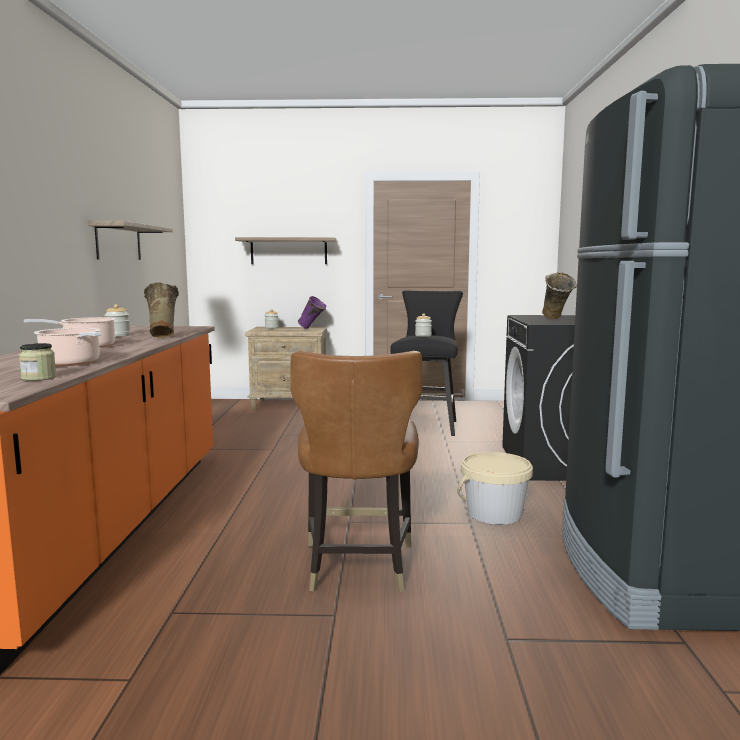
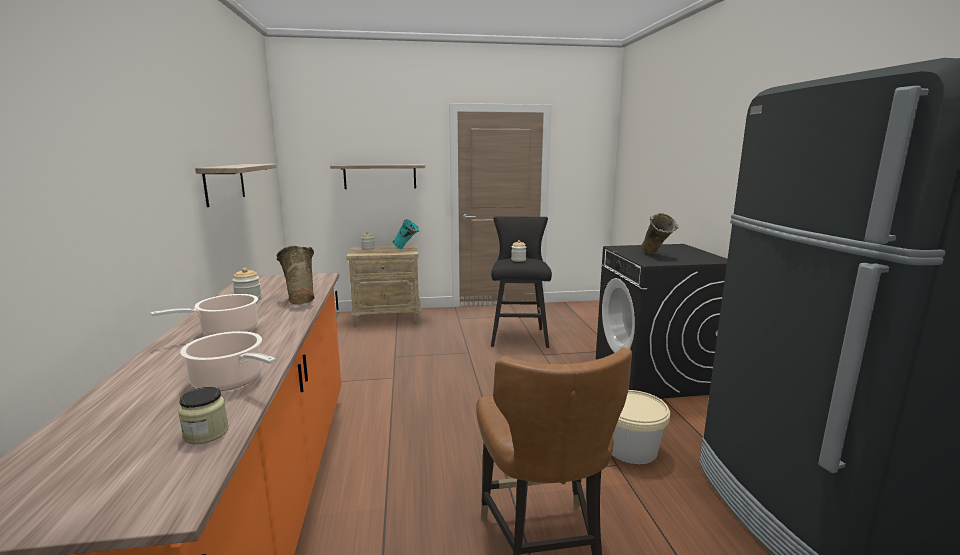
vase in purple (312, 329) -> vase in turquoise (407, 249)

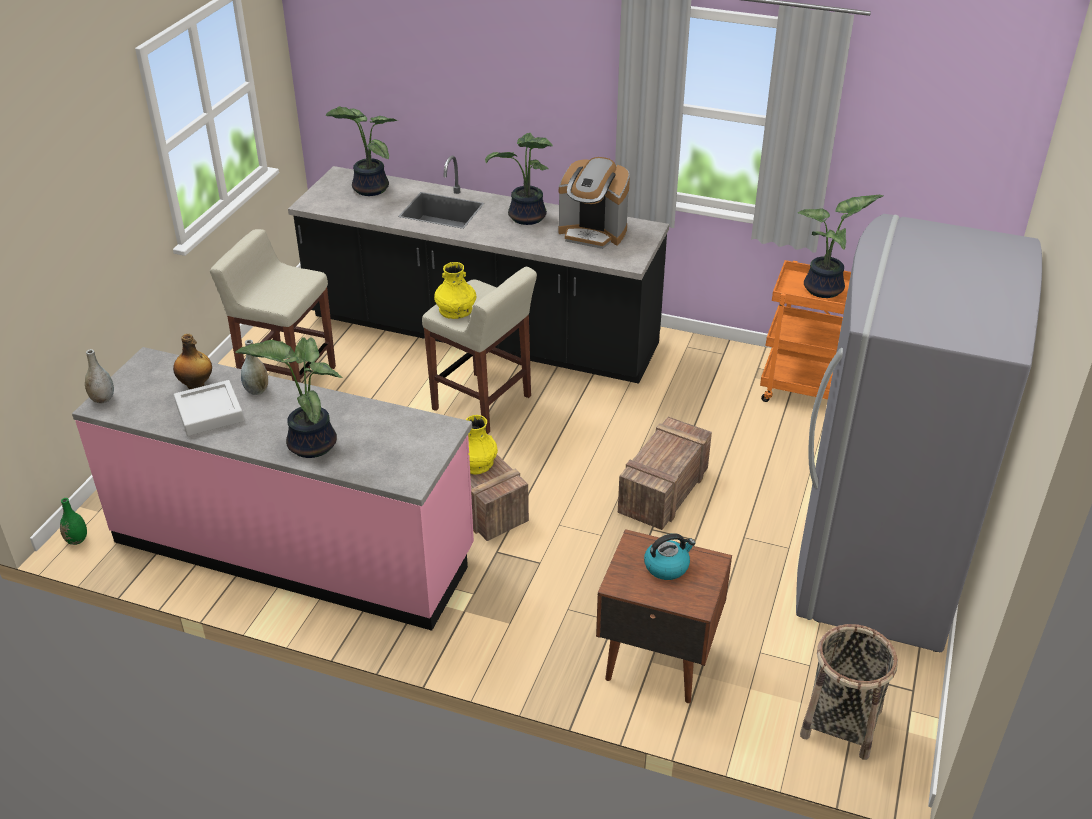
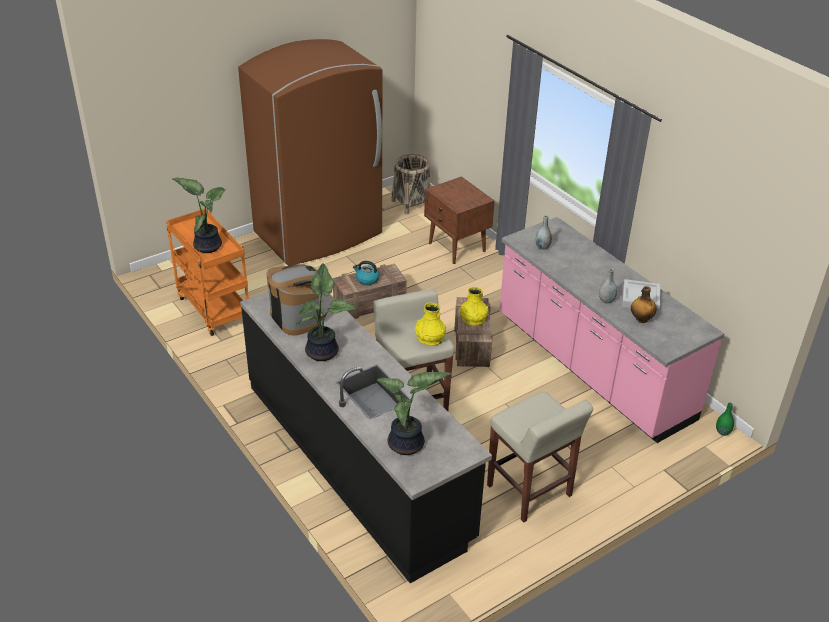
fridge in grey (877, 565) -> fridge in brown (319, 234)
kettle (667, 566) -> kettle (367, 279), shifted
vase in grey (103, 399) -> vase in grey (542, 247), shifted
potted plant (309, 443) -> none

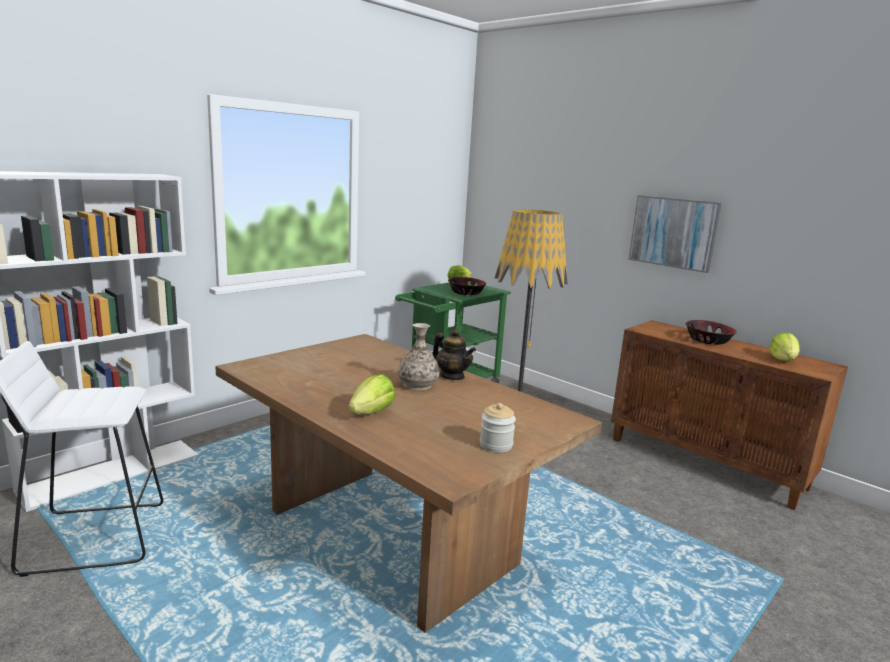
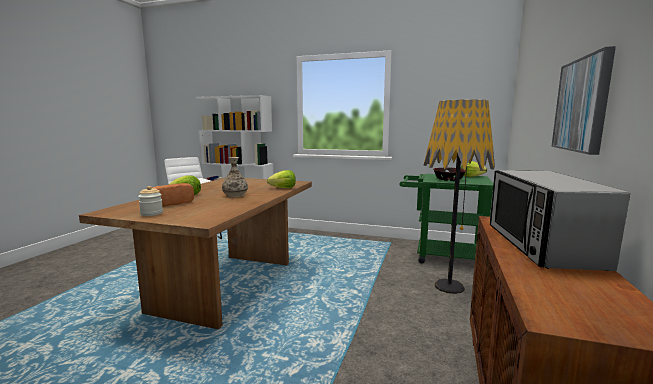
none -> bread (172, 203)
lettuce (783, 360) -> lettuce (283, 188), shifted
bowl (708, 341) -> microwave (540, 246)
teapot (452, 376) -> none

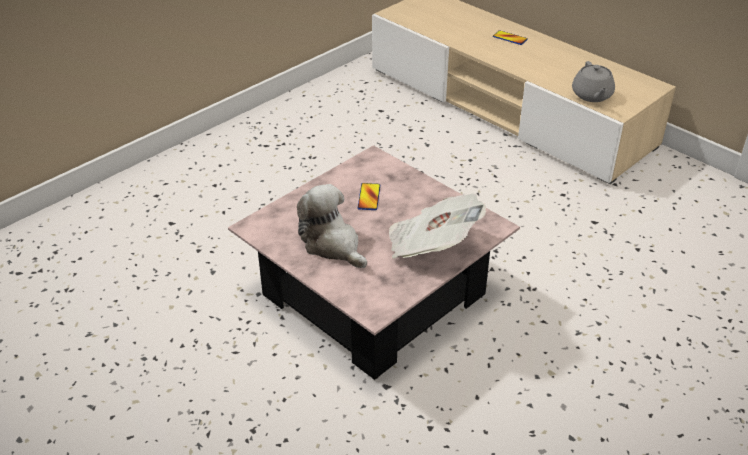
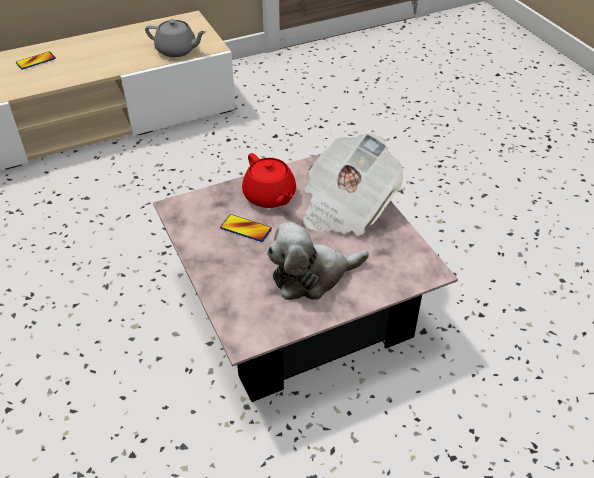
none -> teapot in red (270, 196)

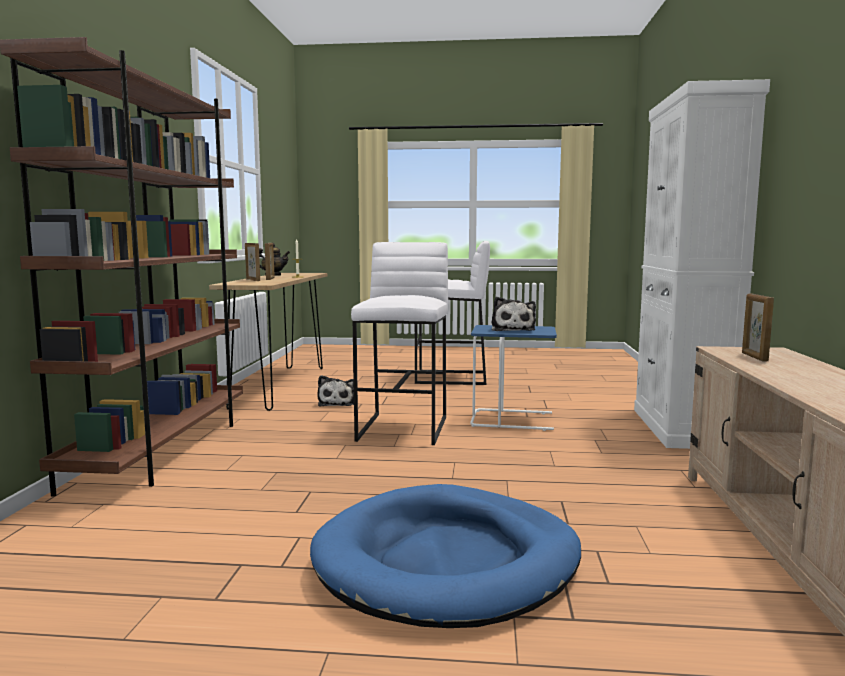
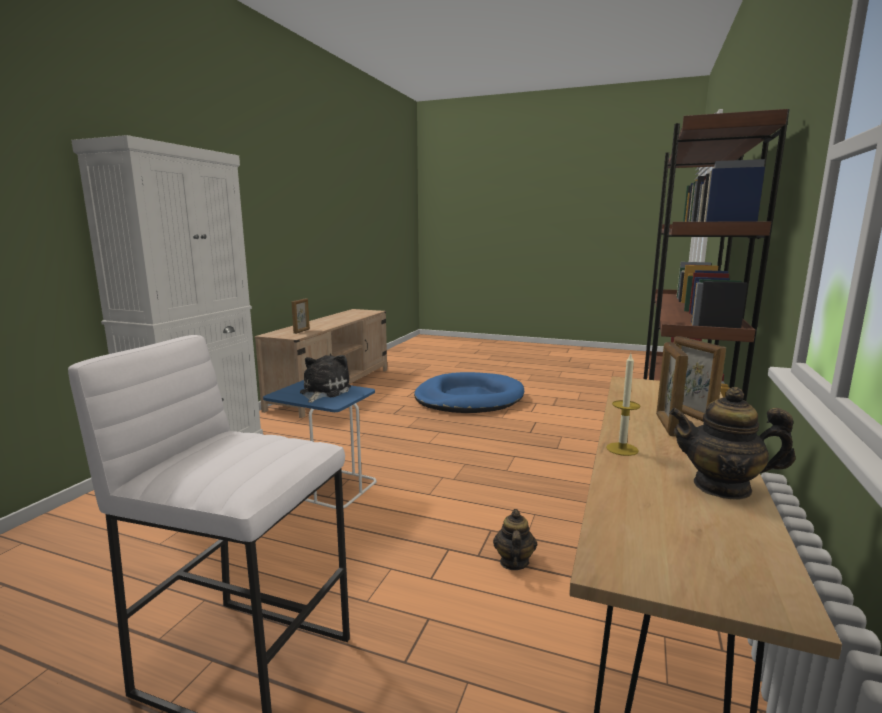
plush toy (337, 403) -> teapot (513, 562)
stool in white (404, 429) -> none

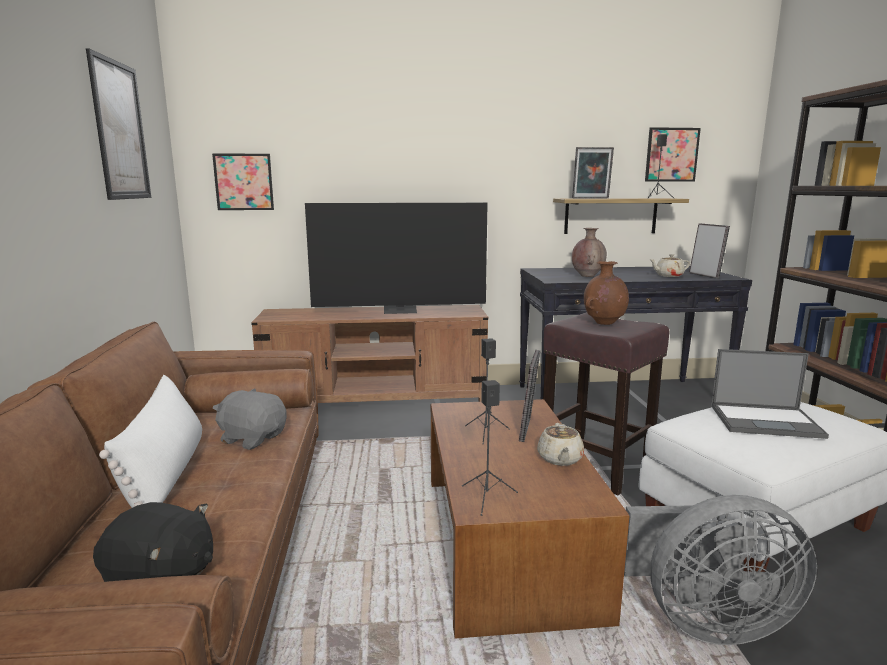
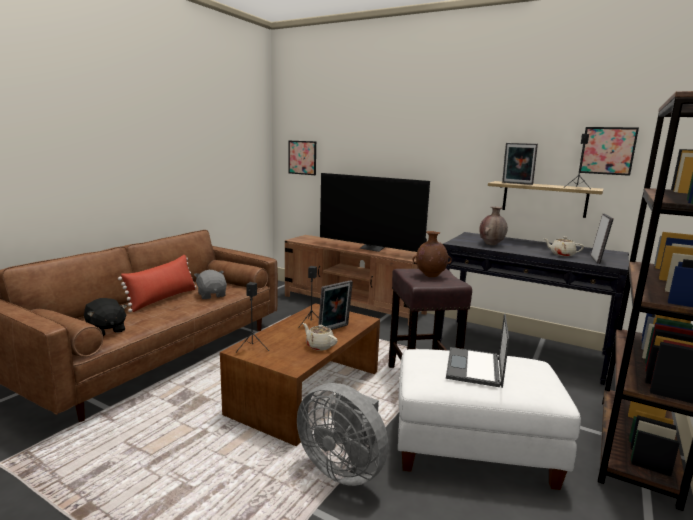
pillow in white (166, 474) -> pillow in red (163, 299)
teapot in beige (560, 459) -> teapot in beige (319, 346), 90 degrees clockwise
laptop (766, 421) -> laptop (474, 368), 60 degrees clockwise
picture (120, 131) -> none

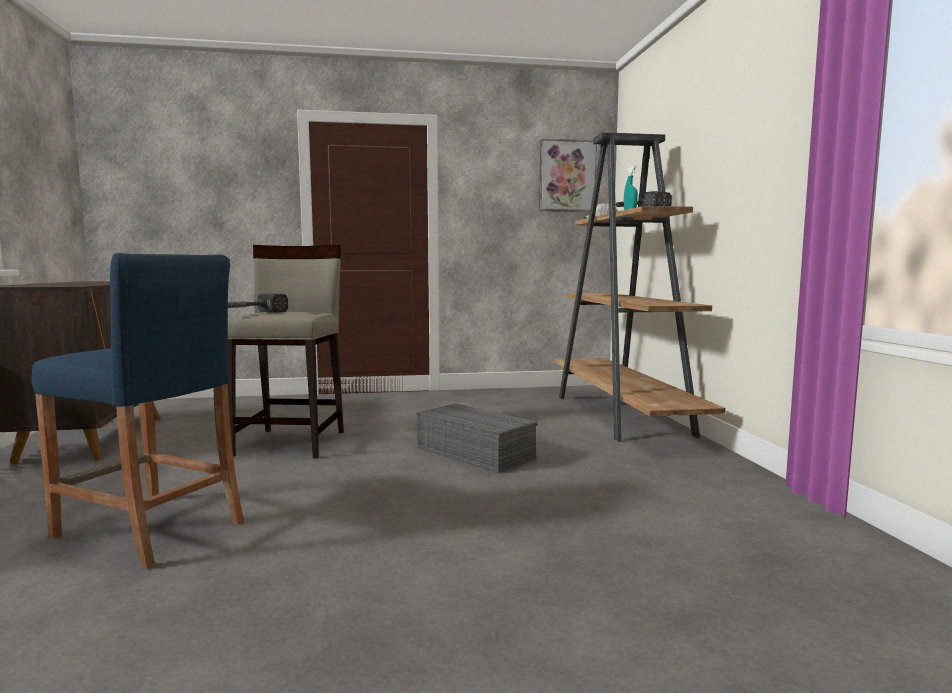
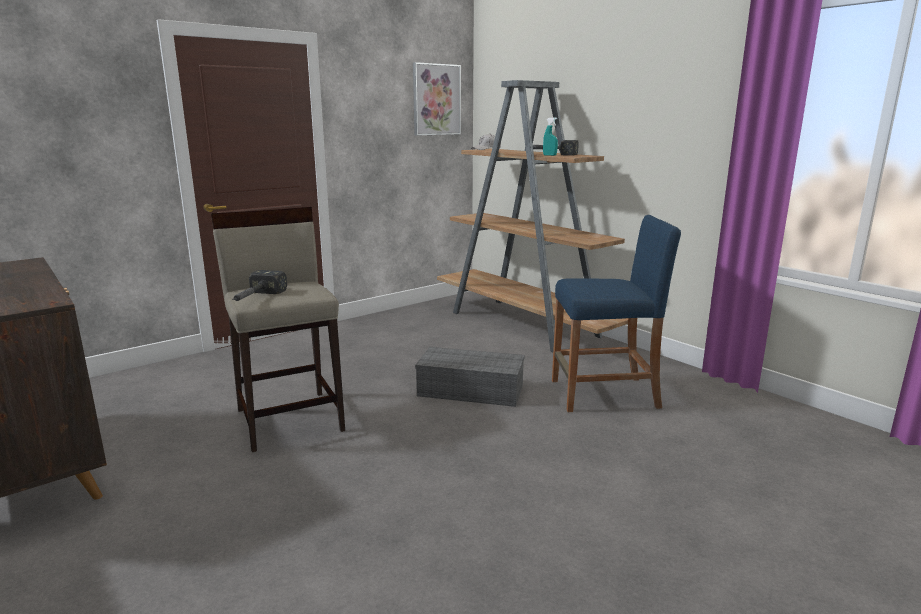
stool in blue (149, 529) -> stool in blue (604, 394), shifted

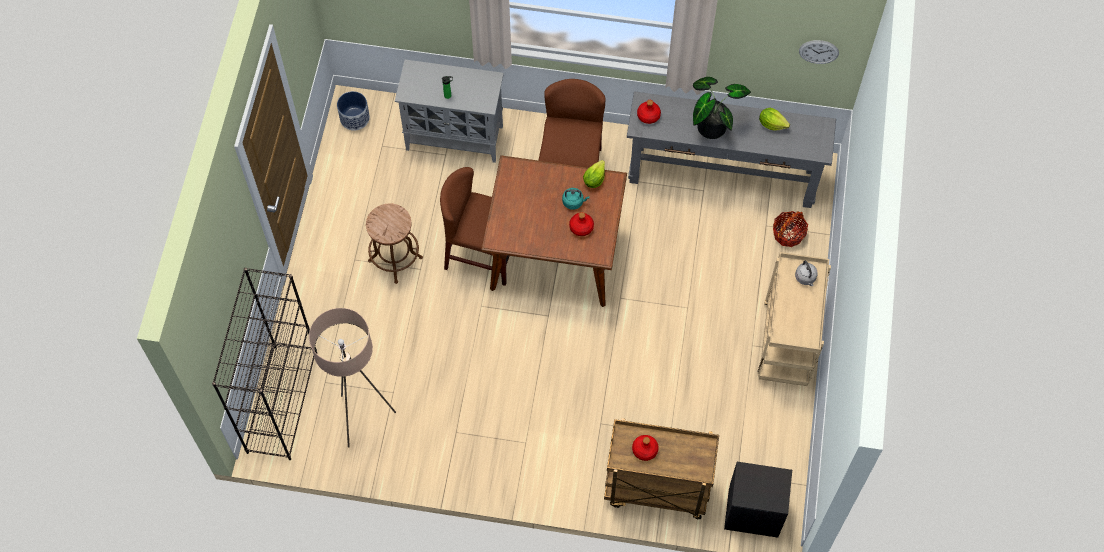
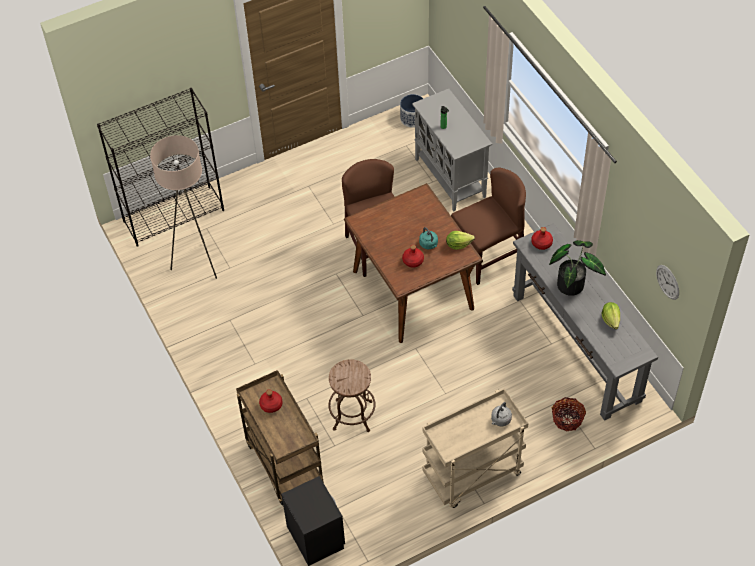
stool in brown (395, 259) -> stool in brown (352, 415), shifted

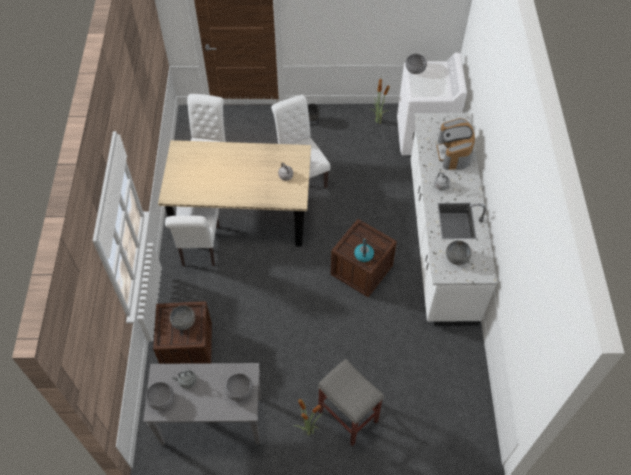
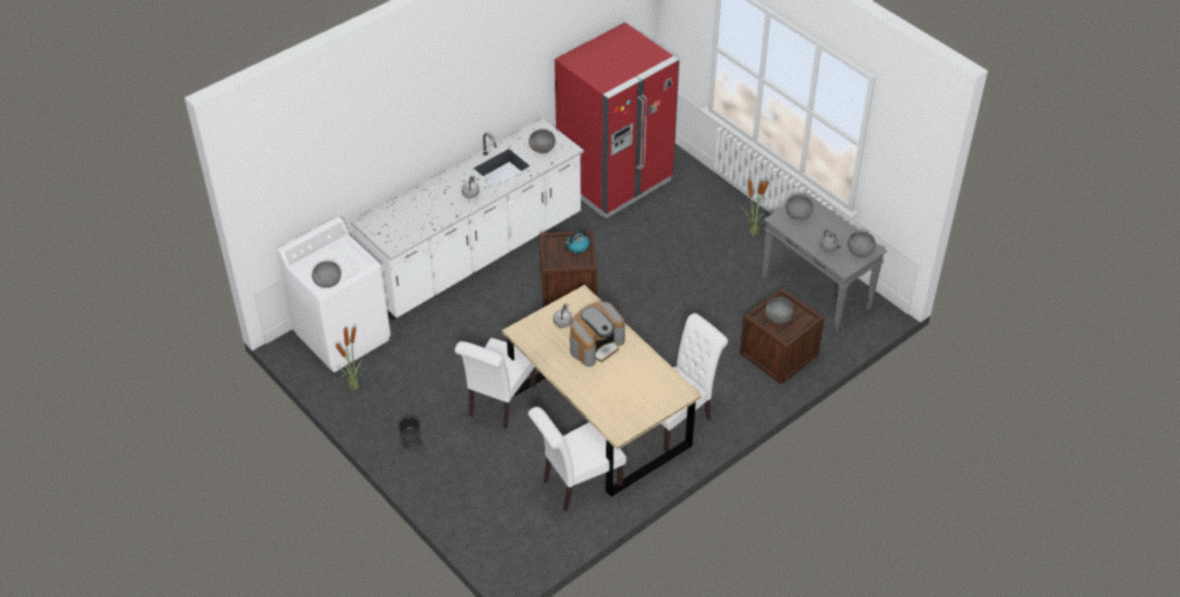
none -> fridge in red (615, 181)
coffee machine (453, 153) -> coffee machine (596, 345), shifted
stool in grey (347, 416) -> none

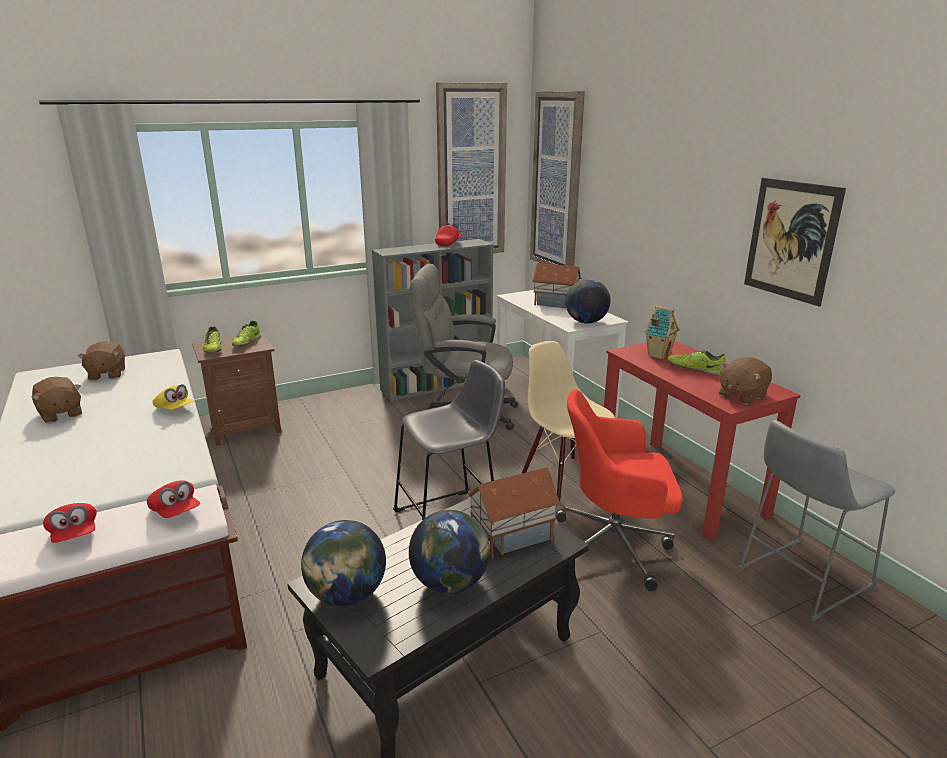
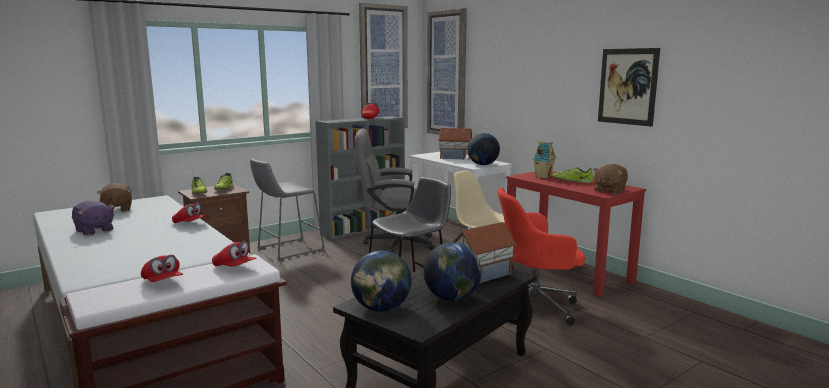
plush toy in brown (60, 414) -> plush toy in purple (94, 231)
cap in yellow (175, 409) -> cap in red (190, 223)
stool in grey (799, 579) -> stool in grey (287, 250), shifted

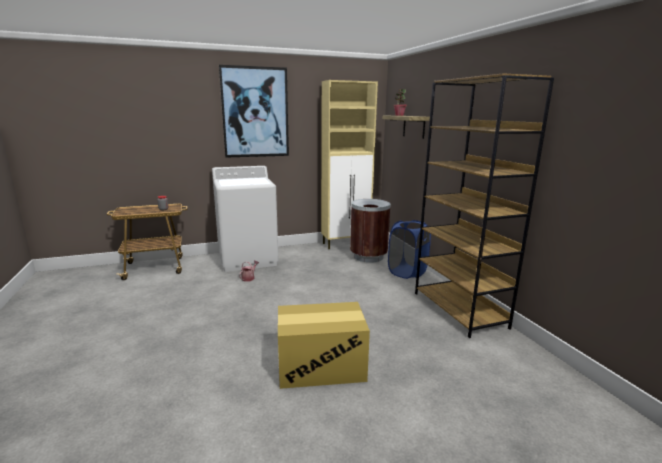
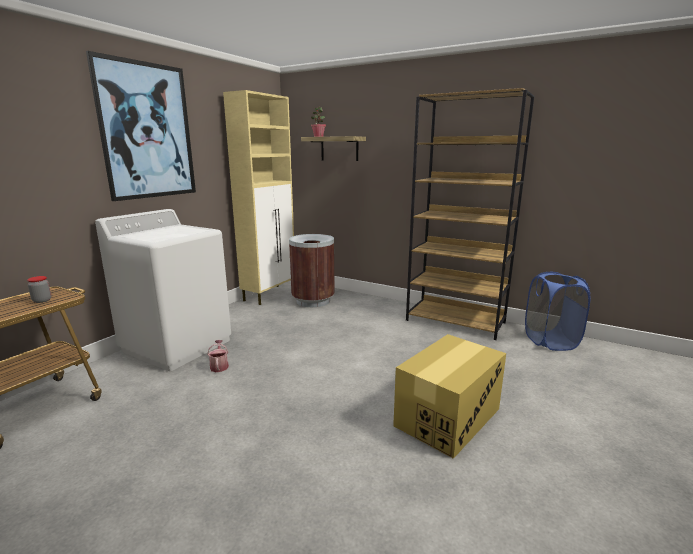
laundry basket in blue (407, 272) -> laundry basket in blue (550, 341), shifted

